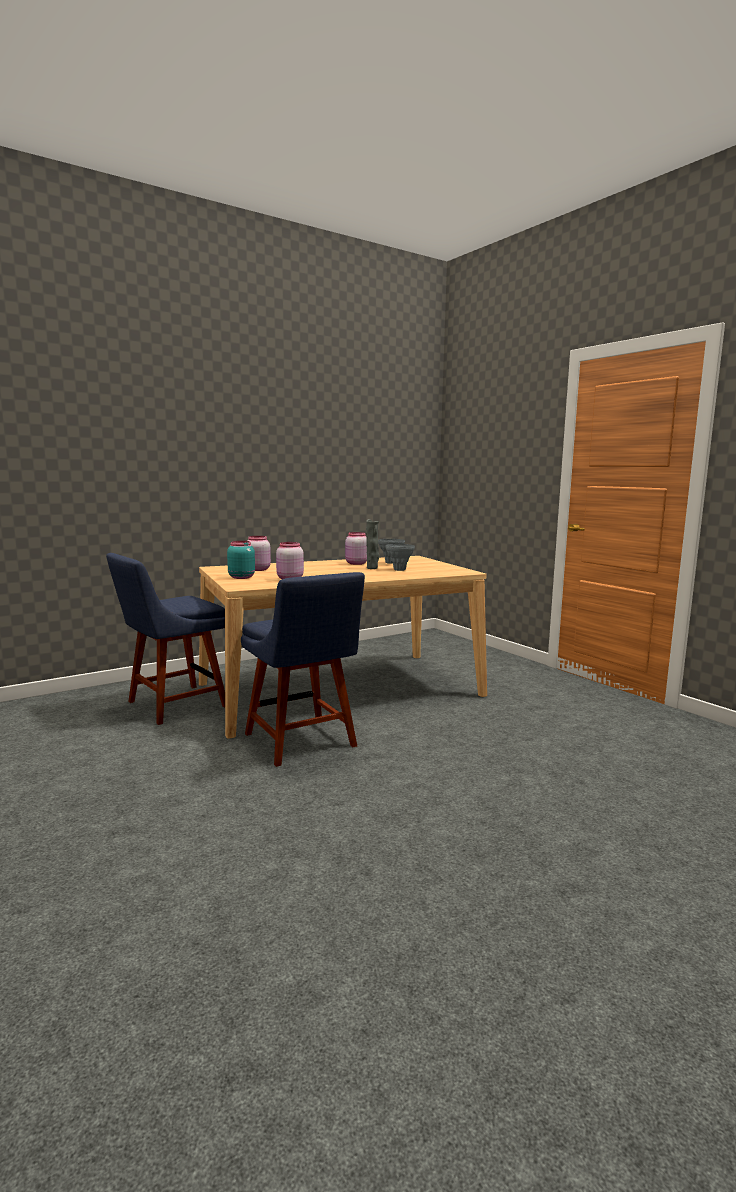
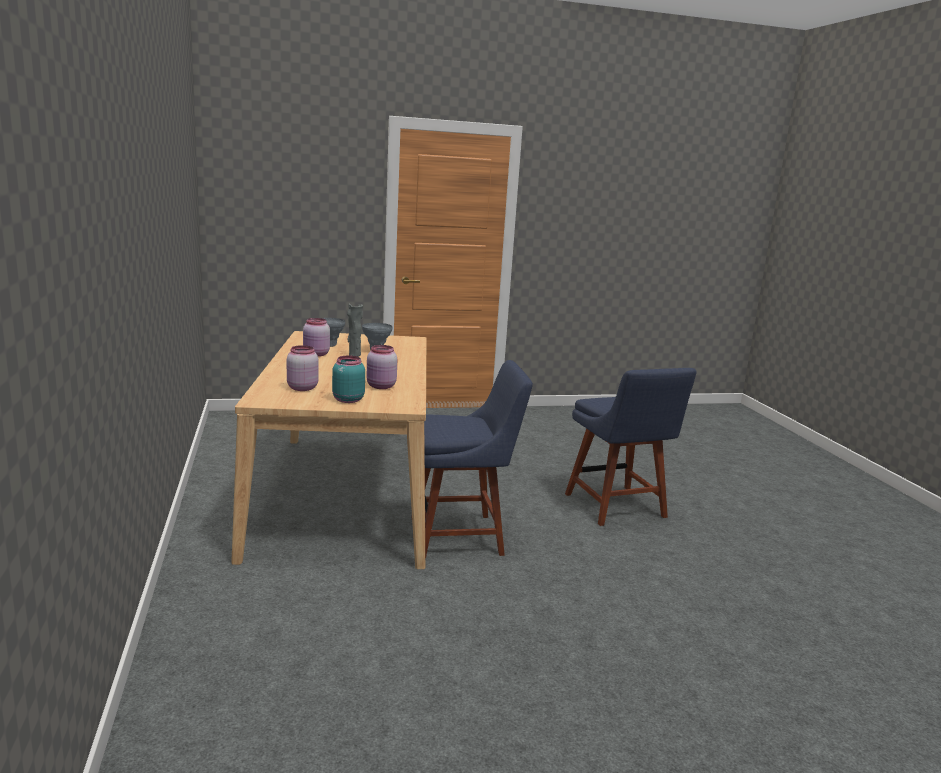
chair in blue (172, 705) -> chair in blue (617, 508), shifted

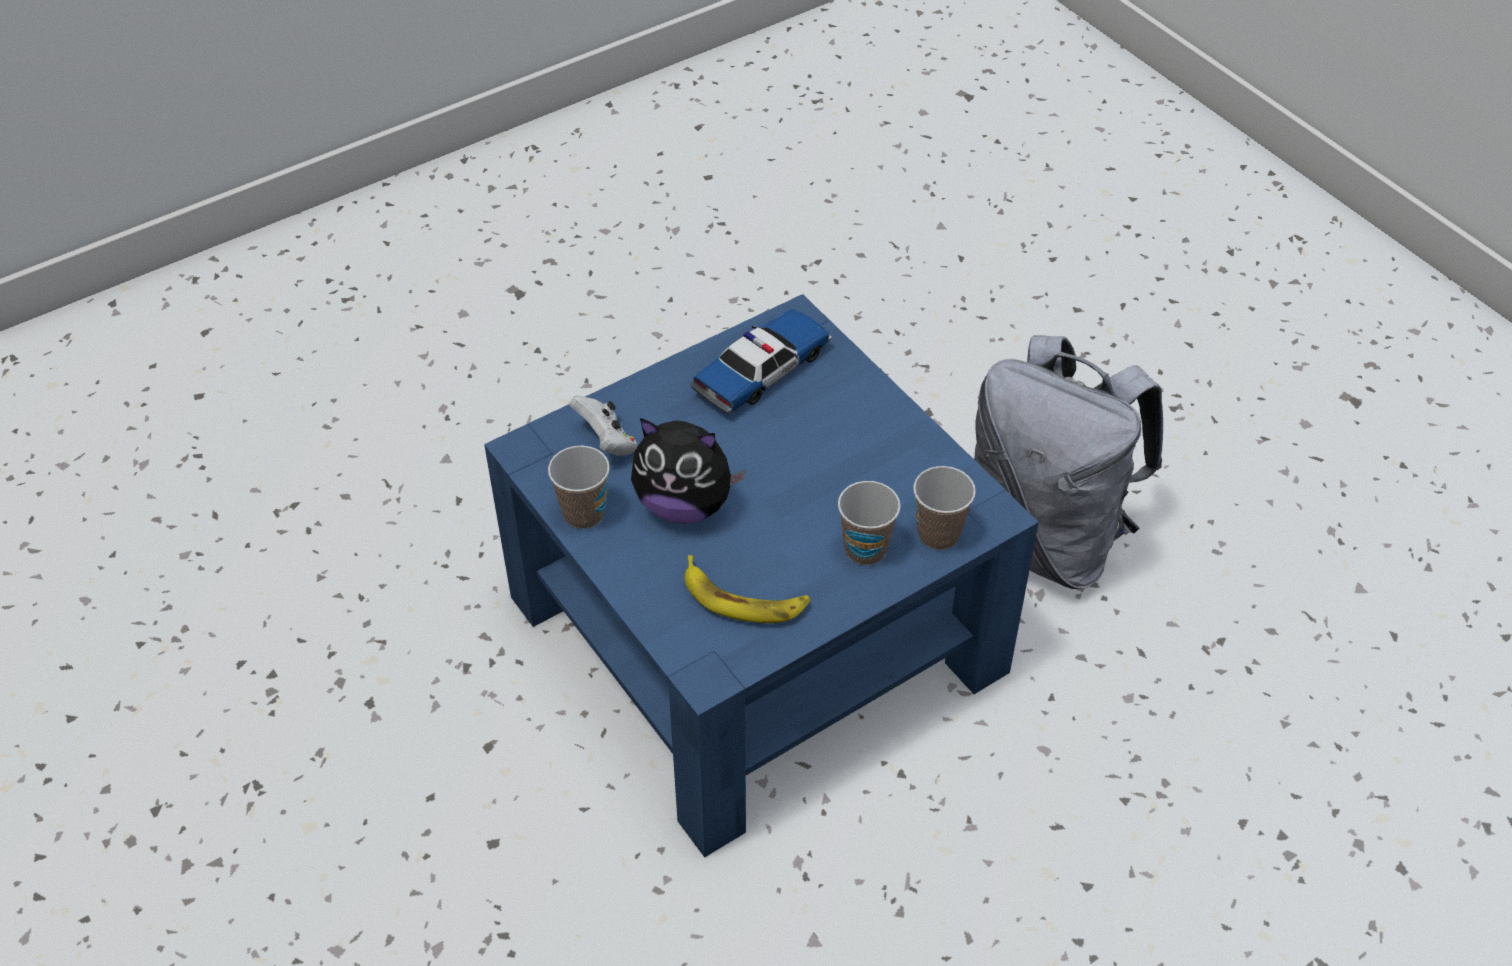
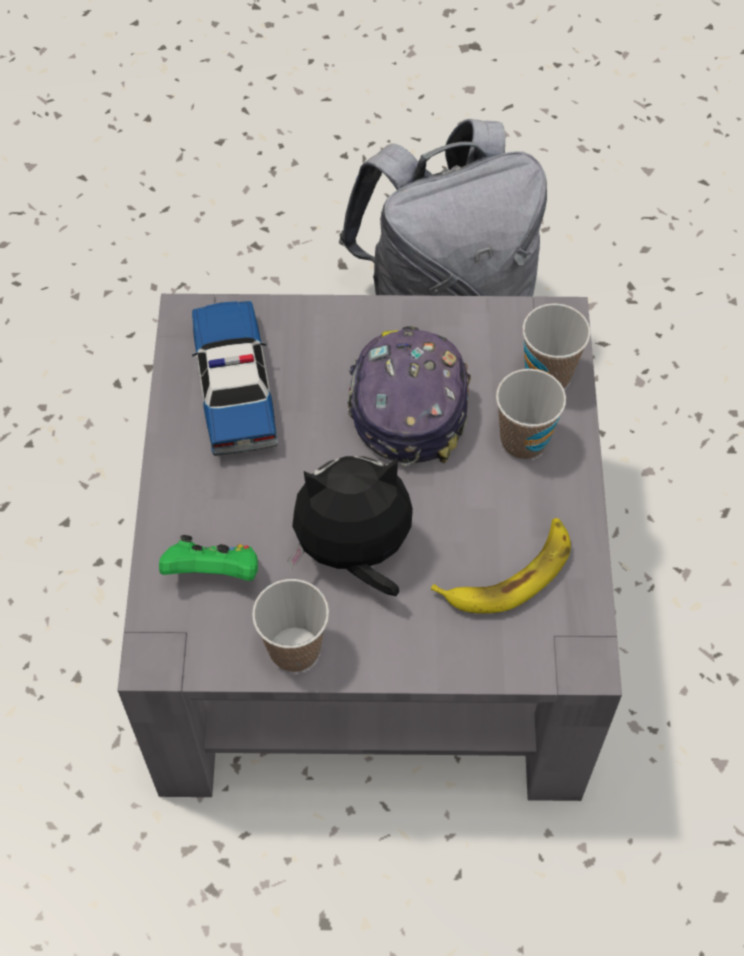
coffee table in blue (755, 634) -> coffee table in grey (371, 608)
game controller in white (607, 442) -> game controller in green (214, 573)
plush toy (684, 505) -> plush toy (354, 553), 150 degrees counterclockwise
none -> cap (408, 401)

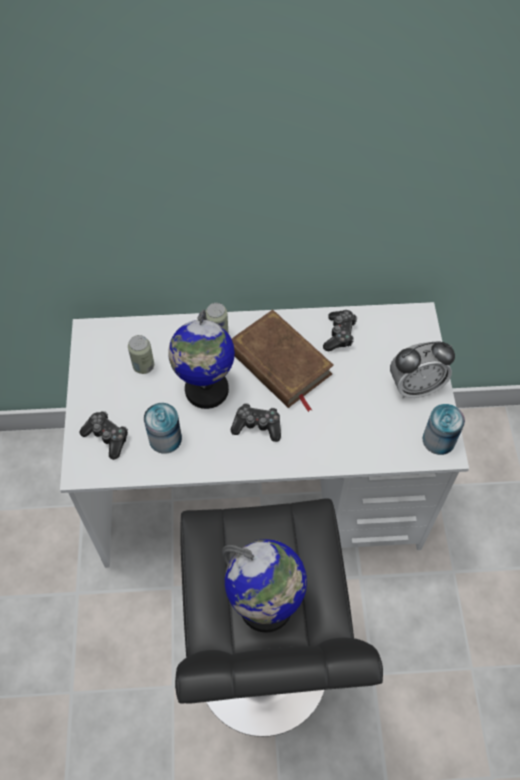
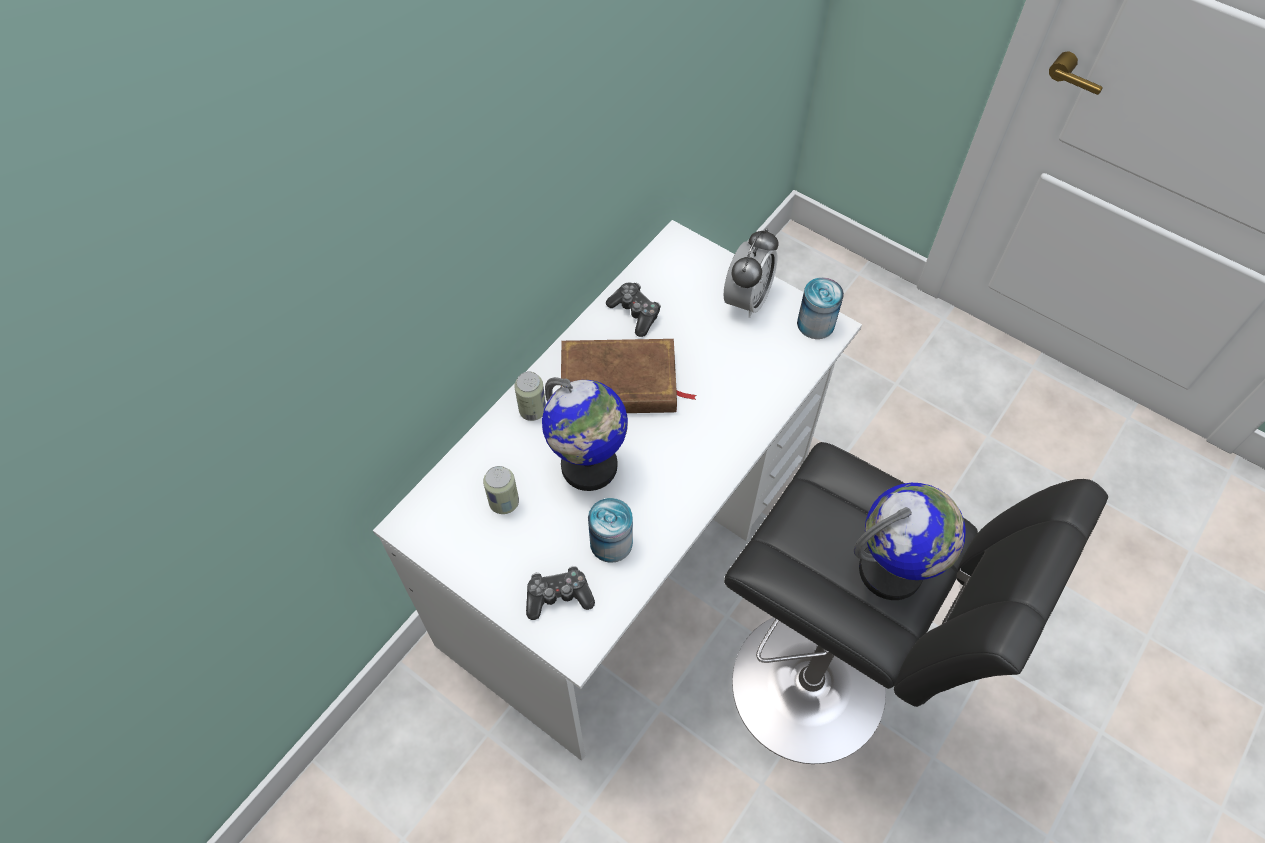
game controller (257, 426) -> none

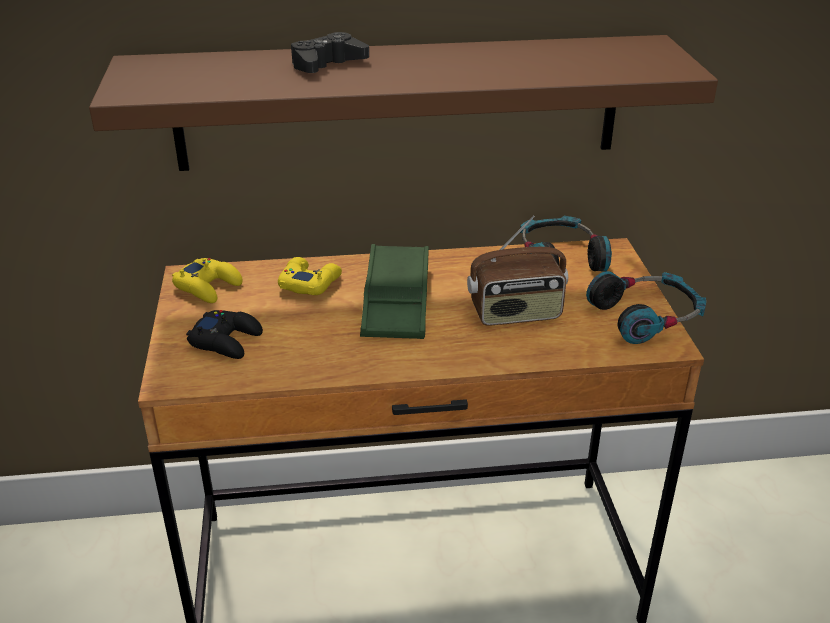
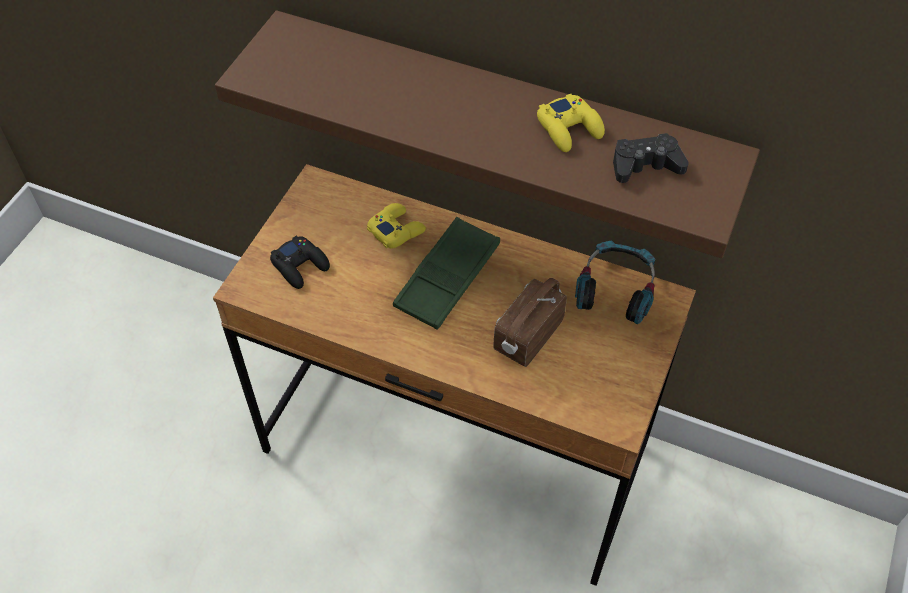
radio (516, 314) -> radio (527, 336), 105 degrees clockwise
game controller in yellow (208, 286) -> game controller in yellow (569, 128), shifted
game controller in black (327, 64) -> game controller in black (645, 165), shifted
headphones (646, 316) -> none

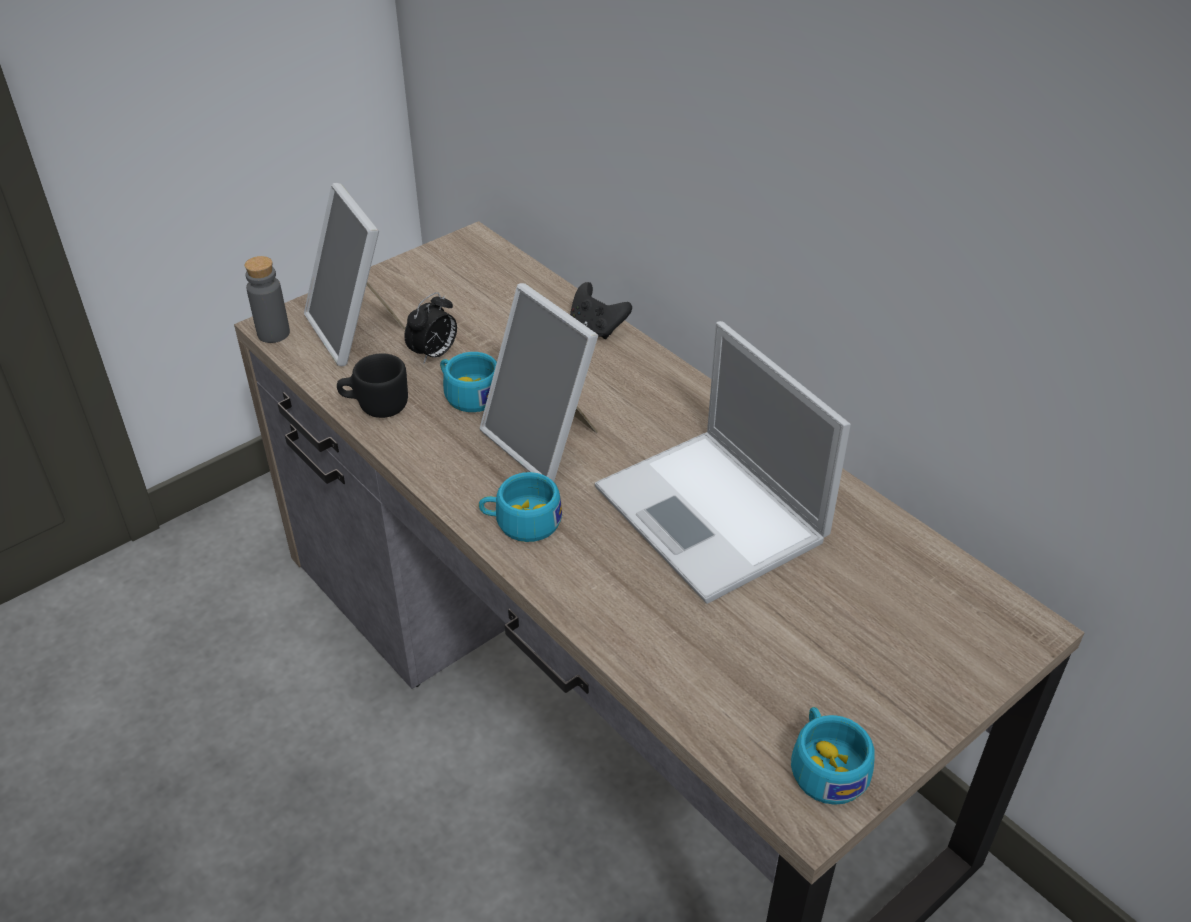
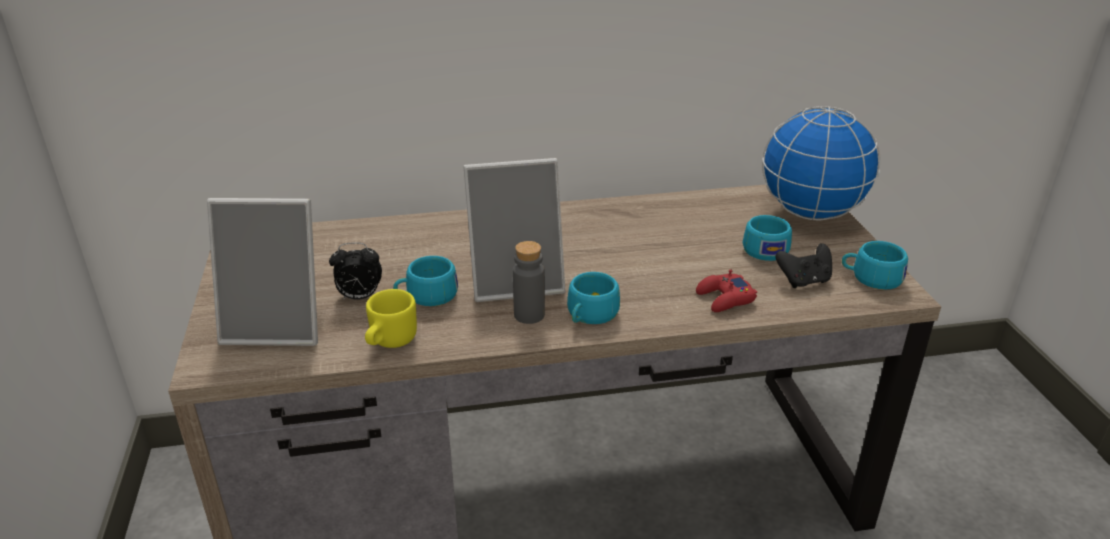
alarm clock (434, 354) -> alarm clock (359, 297), 105 degrees clockwise
mug in black (375, 406) -> mug in yellow (389, 342)
bottle in grey (273, 333) -> bottle in grey (529, 315), shifted
none -> game controller in red (725, 299)
none -> cup in turquoise (763, 248)
none -> globe (810, 213)
game controller in black (597, 327) -> game controller in black (804, 281), shifted
laptop (713, 516) -> none

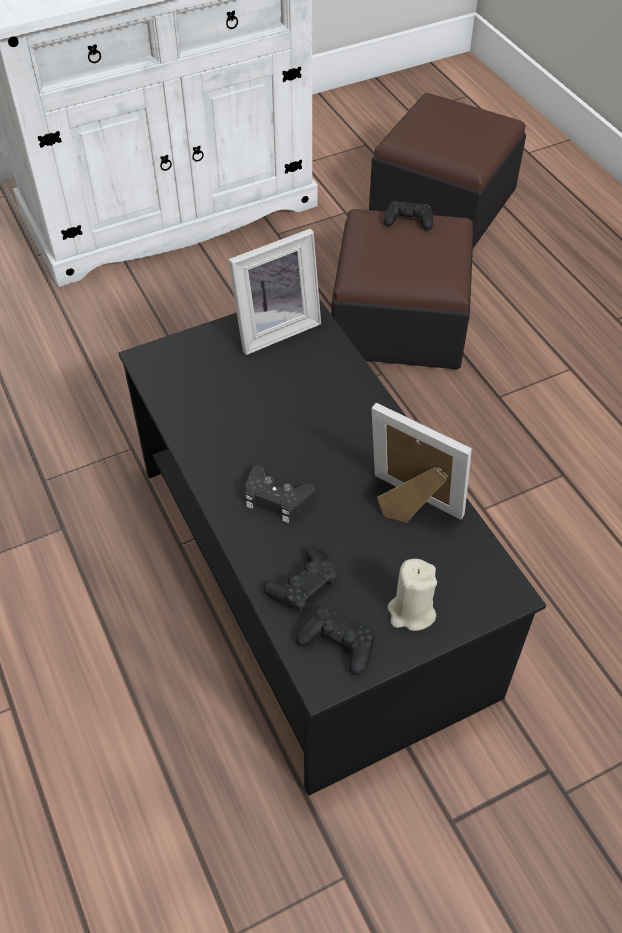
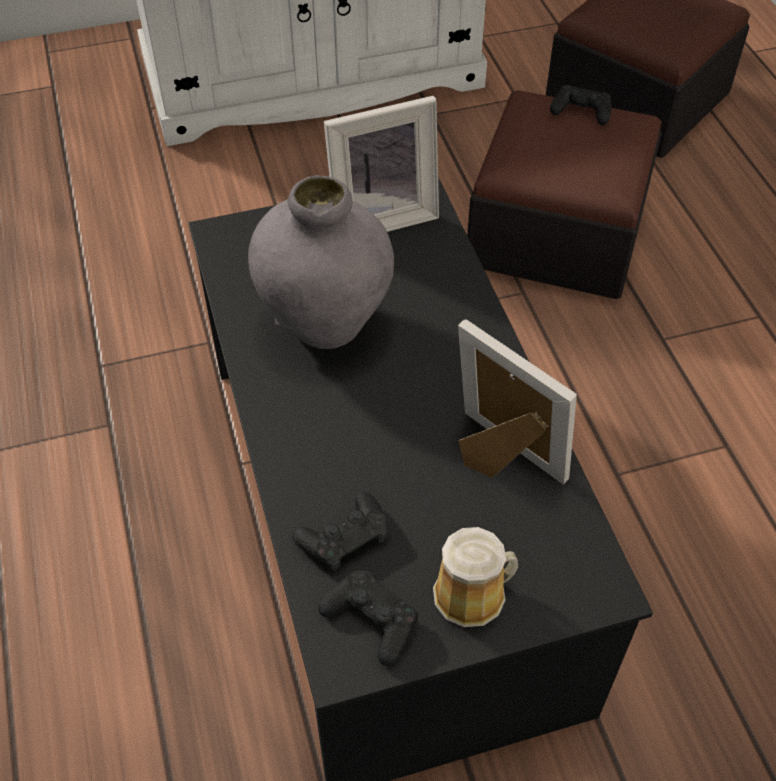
none -> vase in grey (325, 323)
candle in beige (411, 612) -> mug (474, 594)
game controller in black (276, 499) -> none

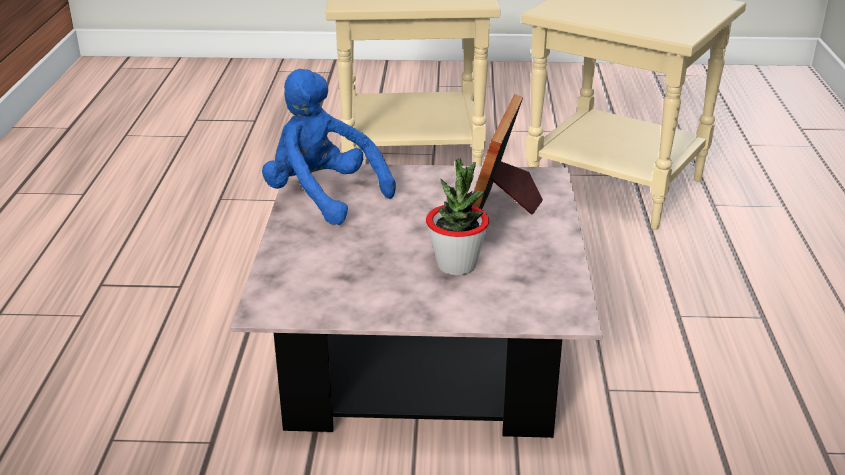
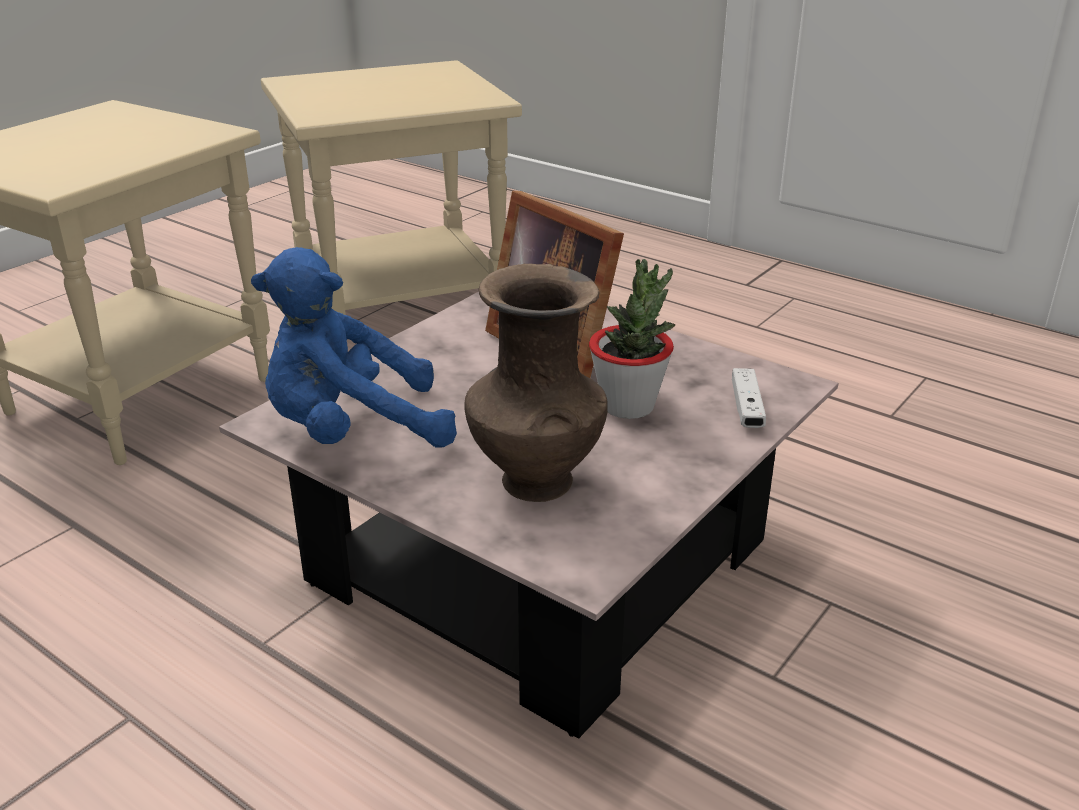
none -> vase in brown (535, 480)
none -> game controller in white (746, 408)

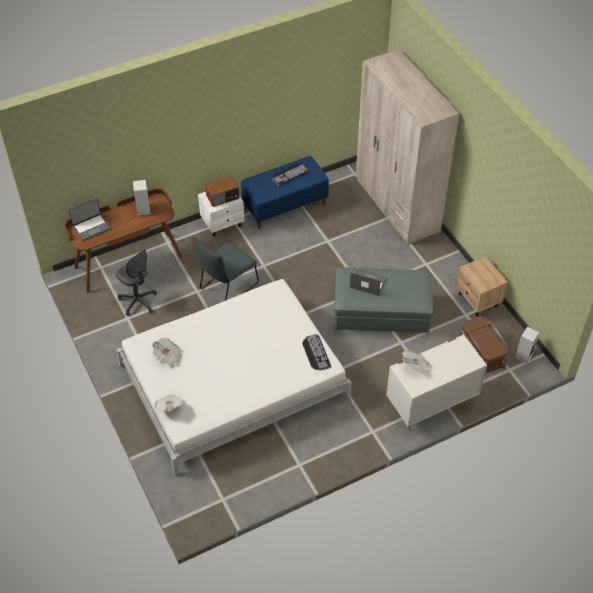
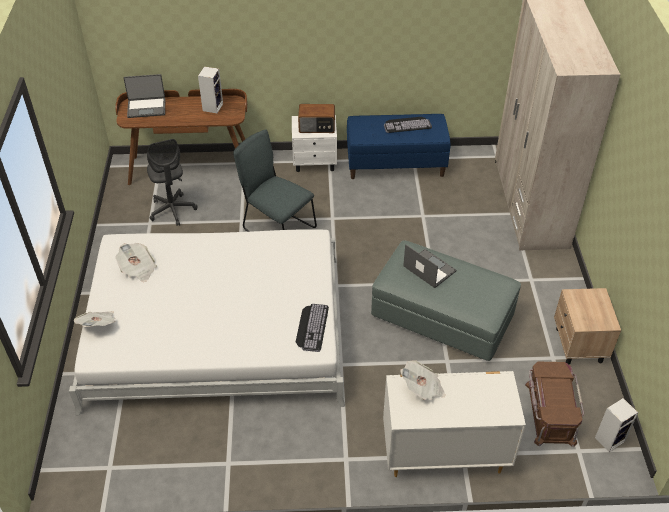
chair in grey (227, 287) -> chair in grey (276, 227), 60 degrees clockwise

